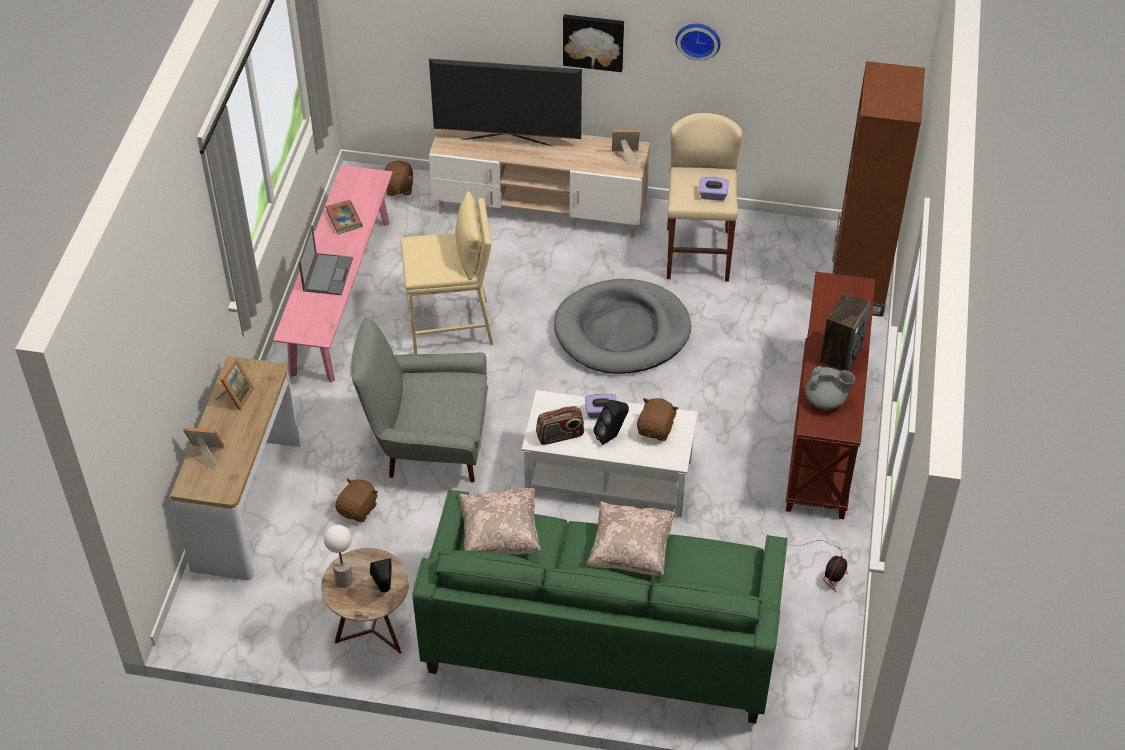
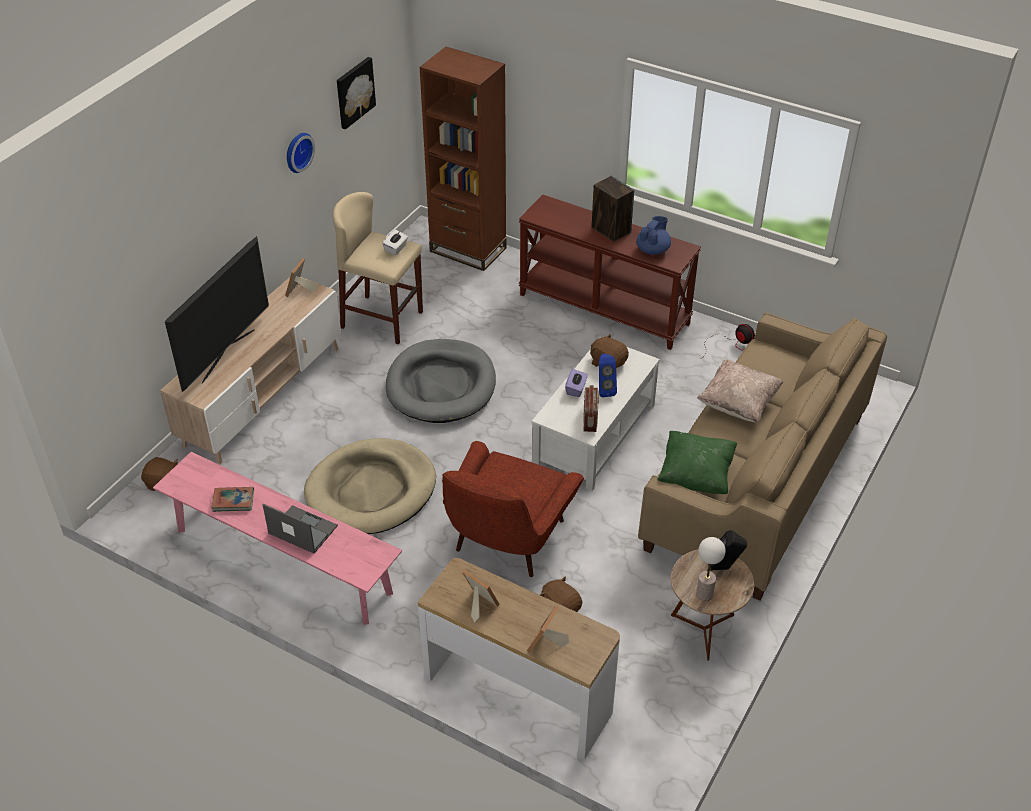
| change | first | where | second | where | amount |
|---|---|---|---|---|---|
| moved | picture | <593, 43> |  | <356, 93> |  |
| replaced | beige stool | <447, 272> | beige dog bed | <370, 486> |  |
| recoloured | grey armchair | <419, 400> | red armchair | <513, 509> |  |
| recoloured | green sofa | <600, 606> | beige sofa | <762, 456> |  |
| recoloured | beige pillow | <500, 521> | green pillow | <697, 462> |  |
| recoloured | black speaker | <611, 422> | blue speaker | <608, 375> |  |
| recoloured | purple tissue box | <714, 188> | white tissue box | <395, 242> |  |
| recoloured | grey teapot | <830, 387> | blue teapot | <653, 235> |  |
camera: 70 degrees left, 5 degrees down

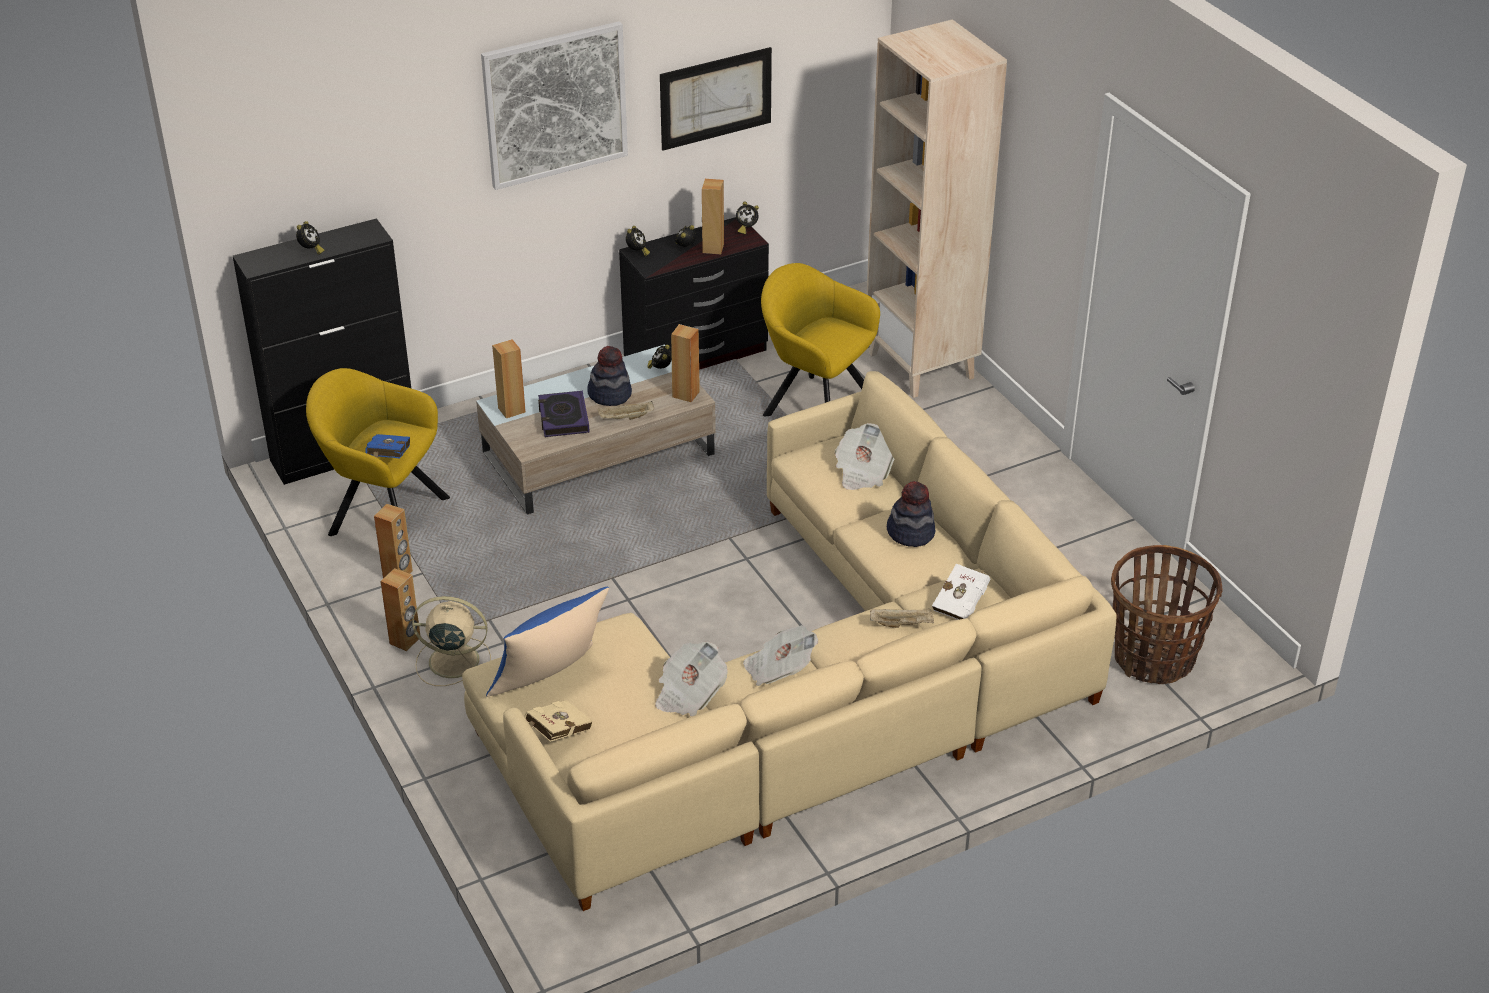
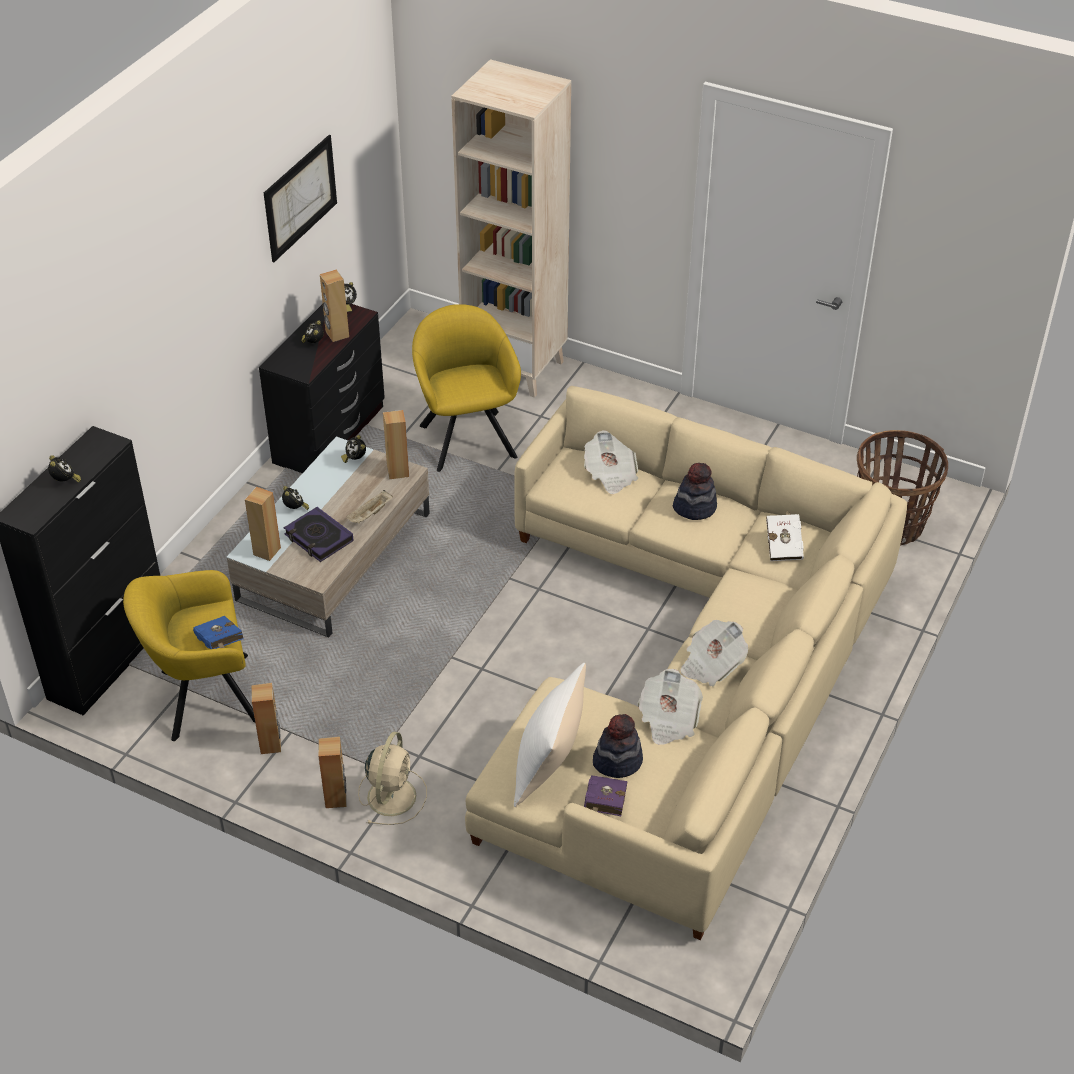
| change | first | where | second | where | amount |
|---|---|---|---|---|---|
| removed | picture | <554, 105> |  |  |  |
| removed | beige tray | <902, 618> |  |  |  |
| moved | hat | <609, 376> |  | <618, 746> |  |
| moved | alarm clock | <638, 241> |  | <295, 498> |  |
| recoloured | blue pillow | <547, 642> | white pillow | <550, 735> |  |
| recoloured | beige book | <558, 721> | purple book | <606, 795> |  |
| turned | beige fan | <451, 641> |  | <392, 778> | 135 degrees clockwise |
| turned | yellow armchair | <820, 339> |  | <466, 388> | 75 degrees clockwise |
camera: 35 degrees left, 5 degrees up

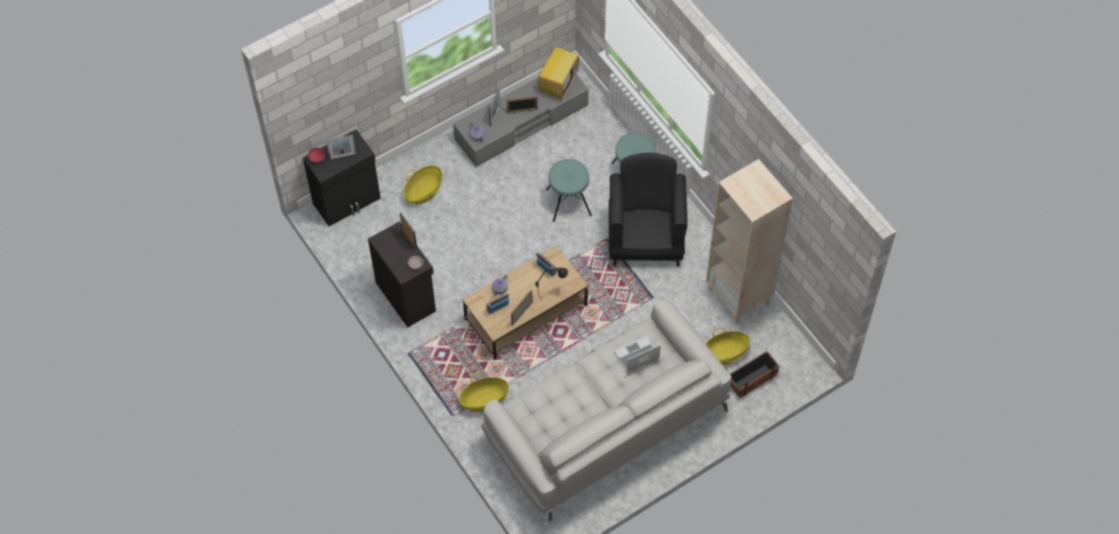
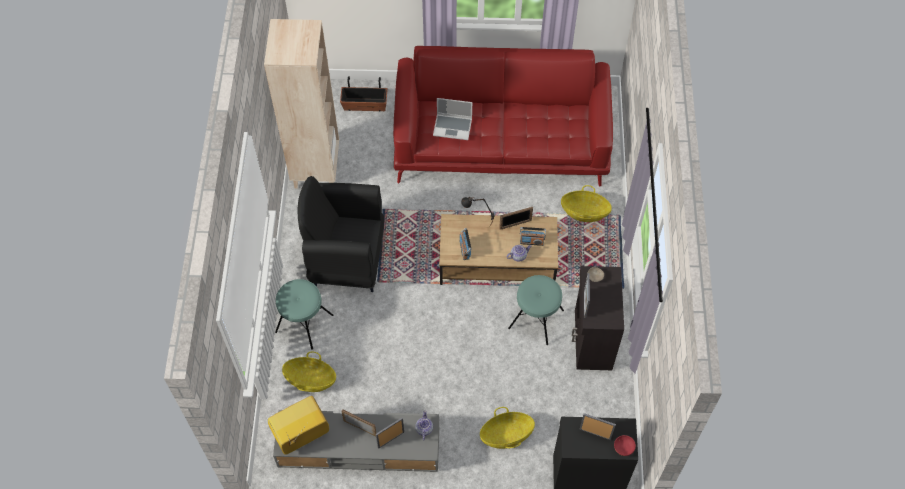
| change | first | where | second | where | amount |
|---|---|---|---|---|---|
| moved | turquoise stool | <569, 190> |  | <536, 310> |  |
| moved | basket | <728, 346> |  | <309, 371> |  |
| recoloured | white sofa | <606, 410> | red sofa | <503, 116> |  |
| turned | black armchair | <648, 209> |  | <340, 234> | 60 degrees clockwise |
camera: 145 degrees left, 0 degrees up

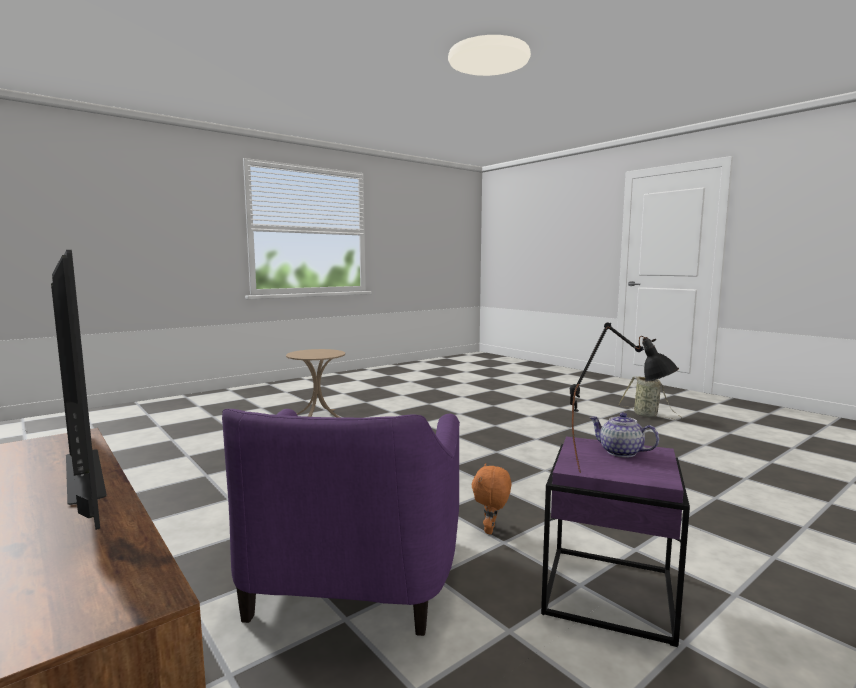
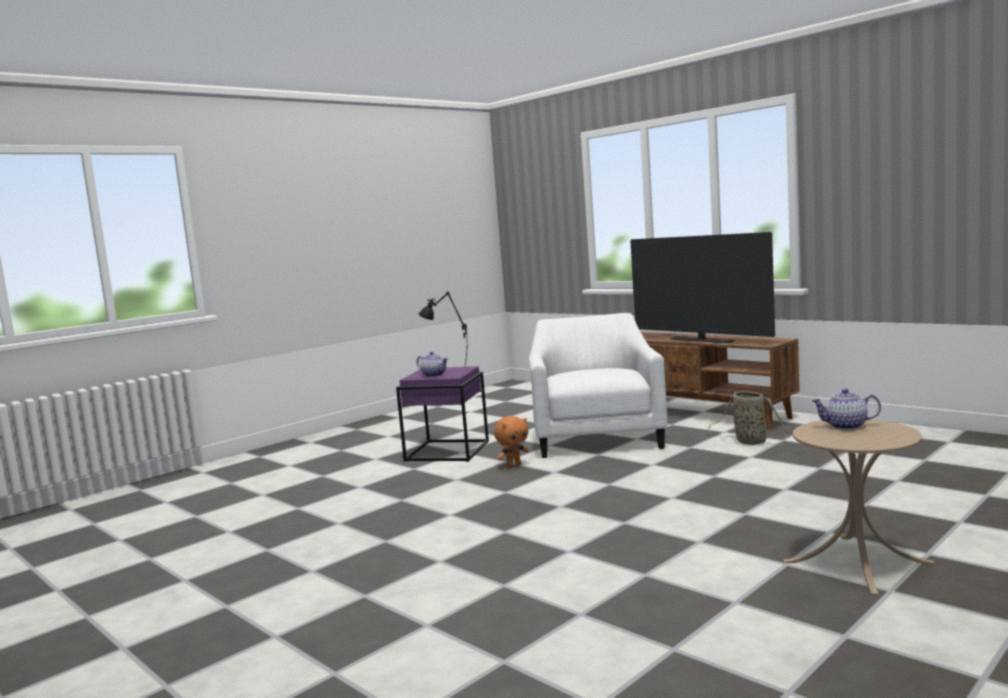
| change | first | where | second | where | amount |
|---|---|---|---|---|---|
| added |  |  | teapot | <846, 409> |  |
| moved | basket | <650, 398> |  | <748, 418> |  |
| recoloured | purple armchair | <341, 522> | white armchair | <598, 385> |  |
| turned | orange plush toy | <491, 498> |  | <511, 442> | 45 degrees clockwise |
camera: 175 degrees right, 0 degrees up

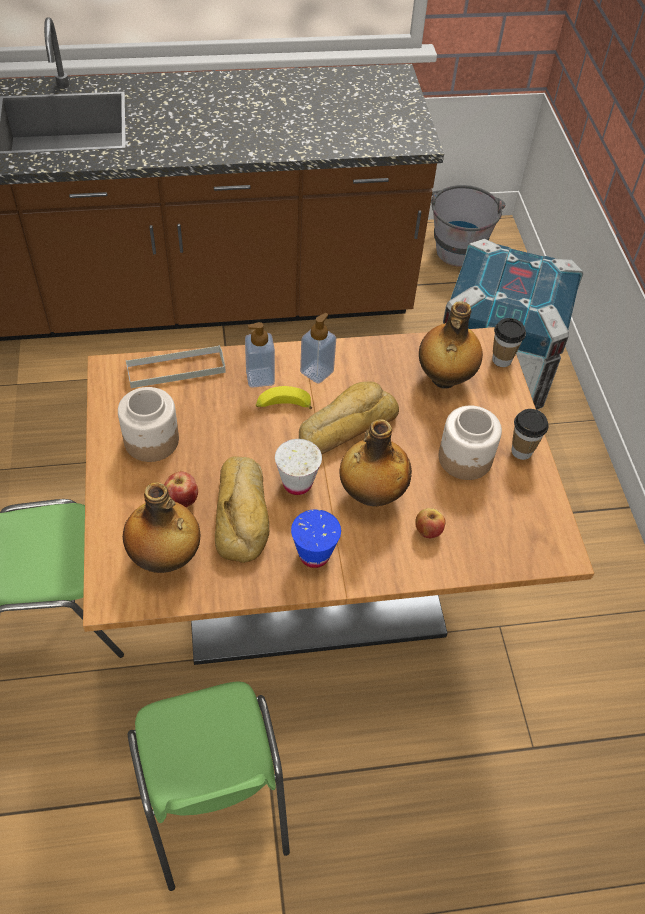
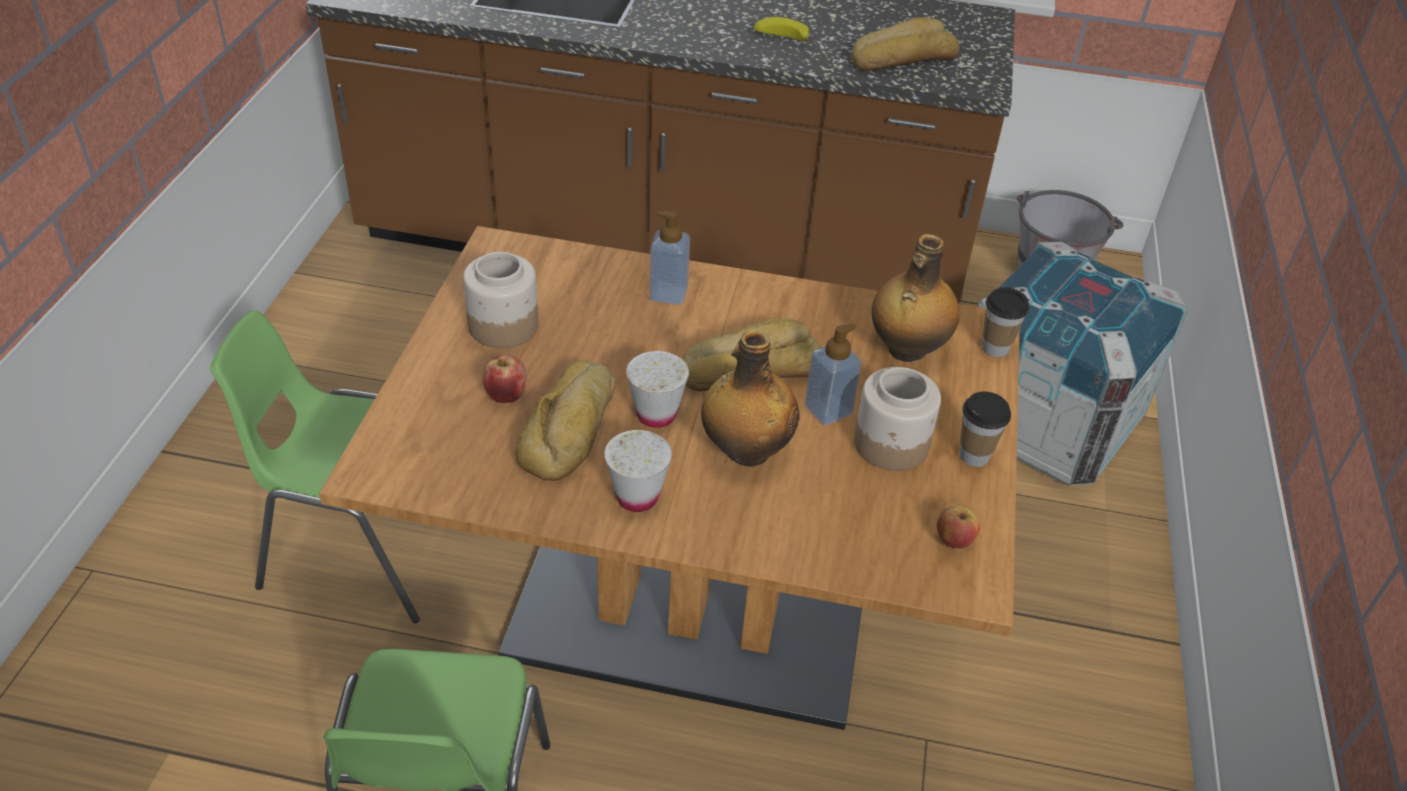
| change | first | where | second | where | amount |
|---|---|---|---|---|---|
| removed | bottle | <161, 527> |  |  |  |
| removed | grey tray | <176, 366> |  |  |  |
| added |  |  | bread | <905, 44> |  |
| moved | banana | <284, 397> |  | <780, 29> |  |
| moved | soap dispenser | <318, 348> |  | <833, 374> |  |
| moved | apple | <430, 523> |  | <958, 527> |  |
| recoloured | blue cup | <316, 538> | white cup | <638, 471> |  |
camera: 20 degrees right, 10 degrees down

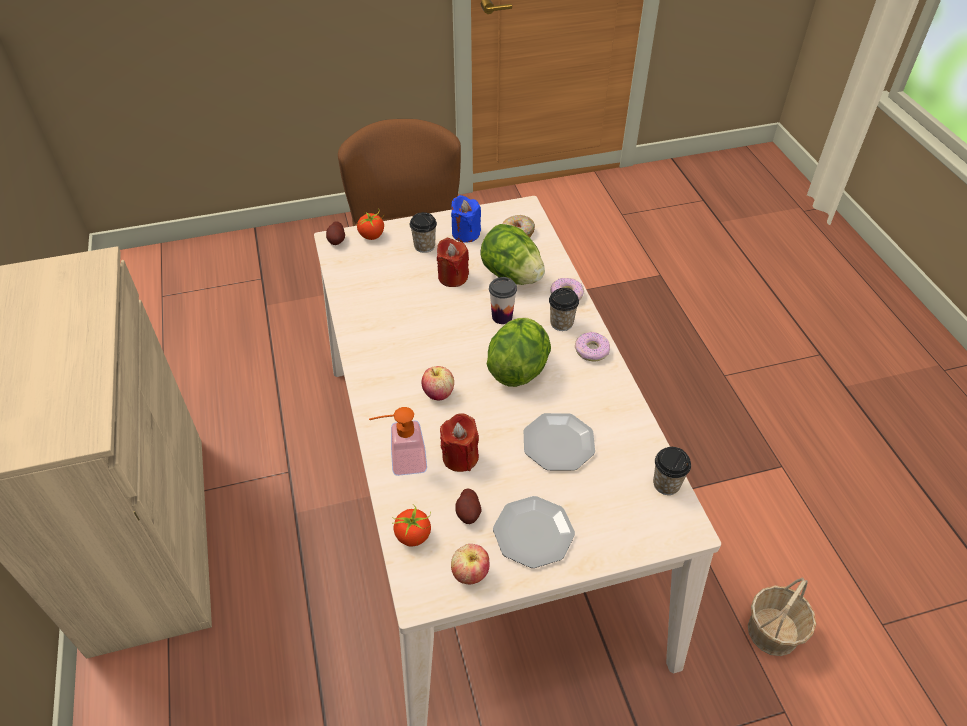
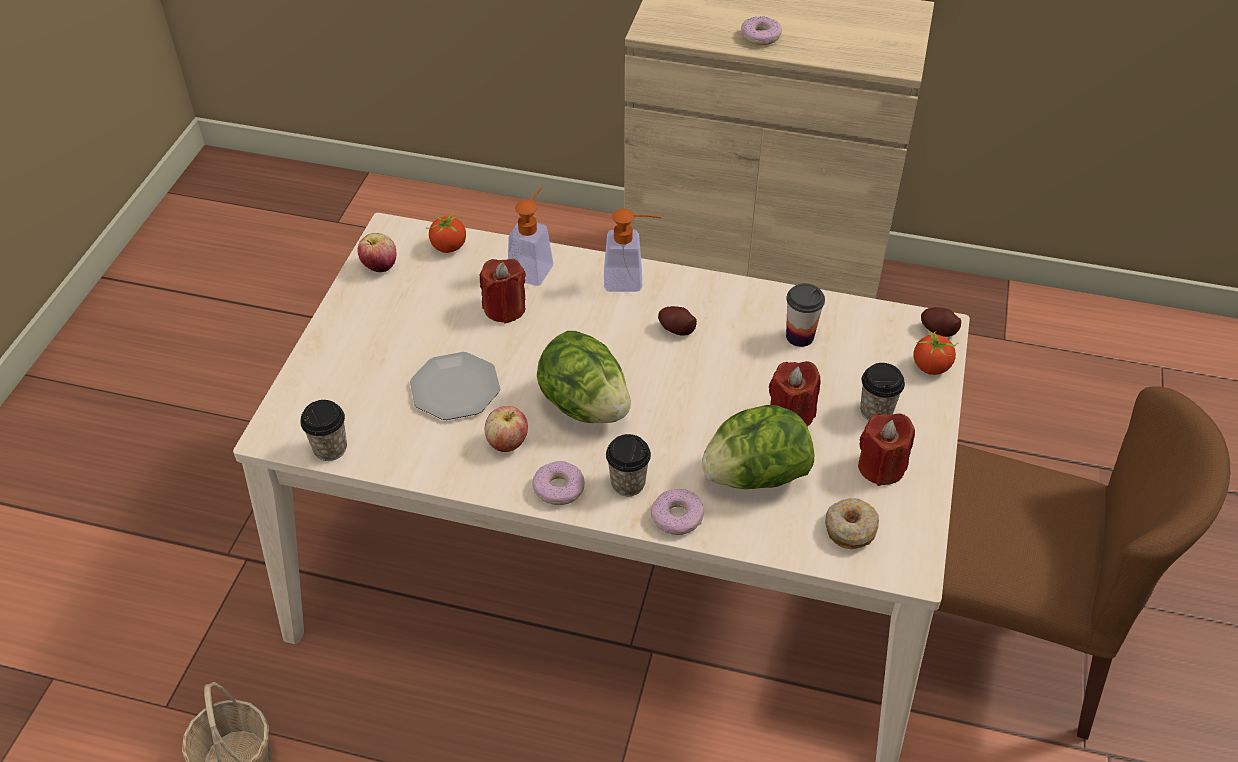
| change | first | where | second | where | amount |
|---|---|---|---|---|---|
| removed | plate | <534, 532> |  |  |  |
| added |  |  | soap dispenser | <632, 250> |  |
| added |  |  | donut | <761, 30> |  |
| moved | apple | <437, 383> |  | <506, 429> |  |
| moved | potato | <468, 506> |  | <677, 321> |  |
| moved | cup | <503, 300> |  | <805, 315> |  |
| recoloured | blue candle | <466, 219> | red candle | <886, 449> |  |
camera: 120 degrees right, 0 degrees up

